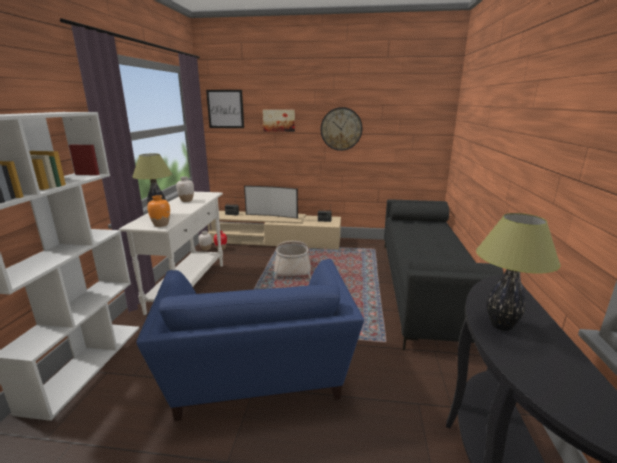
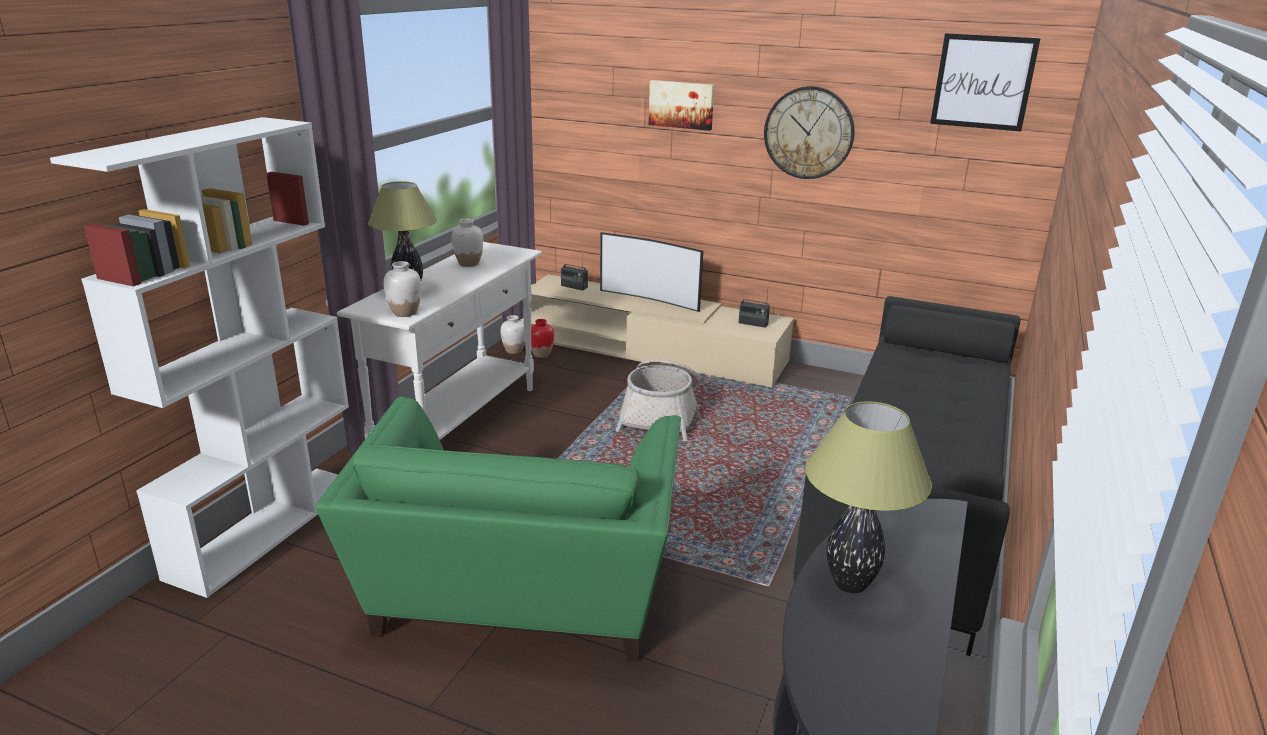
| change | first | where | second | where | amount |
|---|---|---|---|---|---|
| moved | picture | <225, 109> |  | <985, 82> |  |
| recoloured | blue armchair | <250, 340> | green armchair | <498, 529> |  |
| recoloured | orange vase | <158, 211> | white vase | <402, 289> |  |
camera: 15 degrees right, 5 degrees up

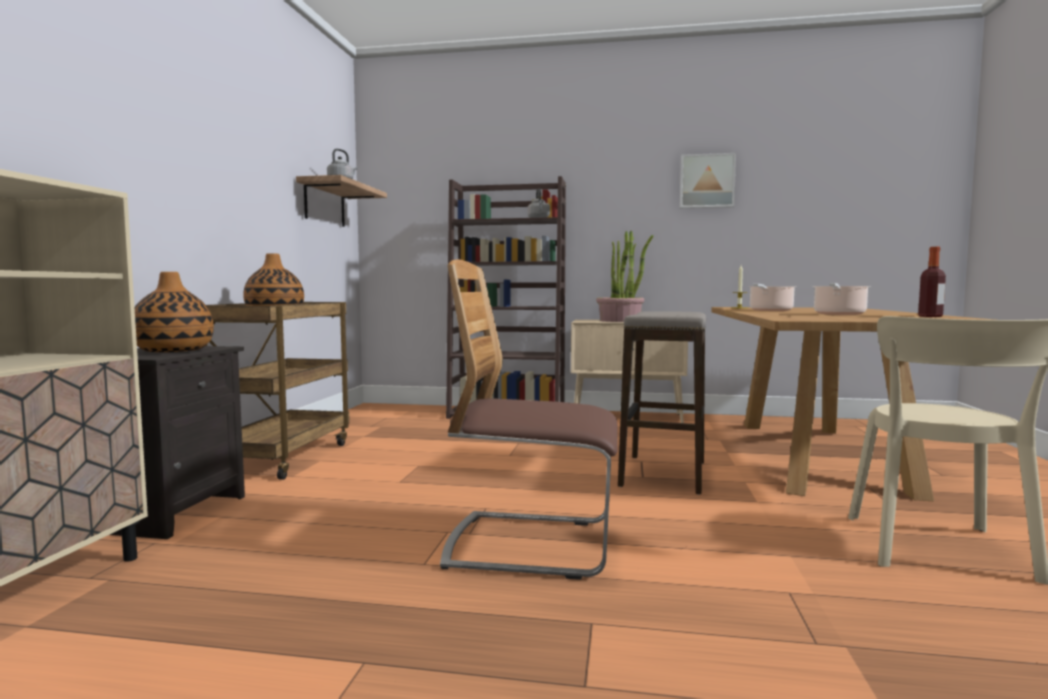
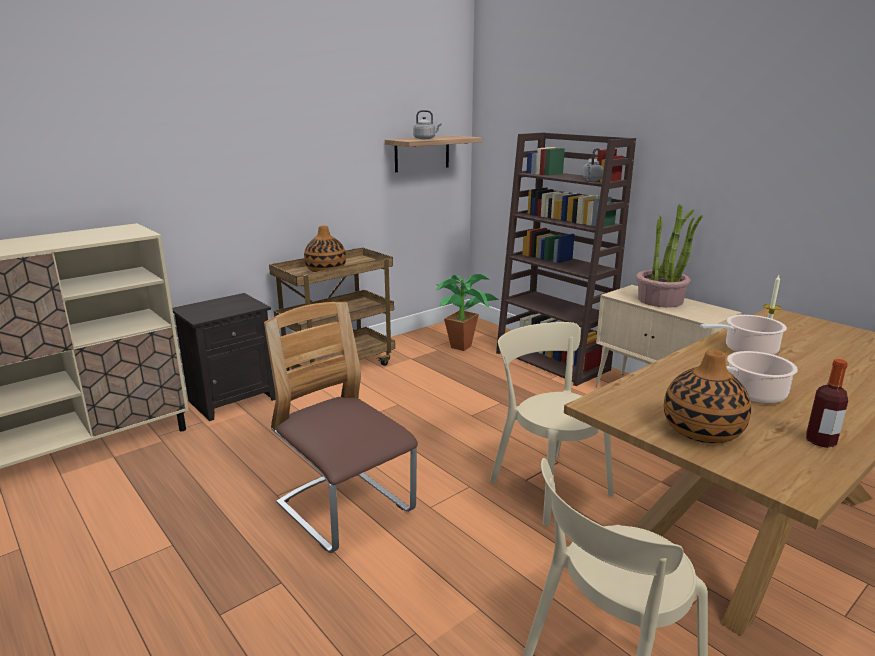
| change | first | where | second | where | amount |
|---|---|---|---|---|---|
| removed | picture | <708, 180> |  |  |  |
| added |  |  | potted plant | <467, 312> |  |
| moved | vase | <174, 312> |  | <707, 396> |  |
| replaced | stool | <662, 403> | beige chair | <552, 424> |  |
camera: 40 degrees right, 15 degrees up

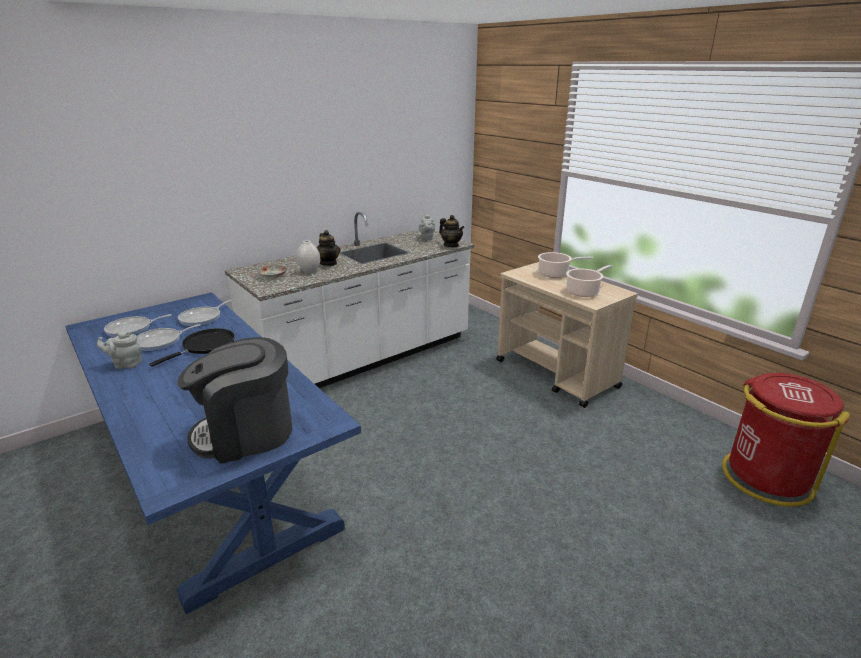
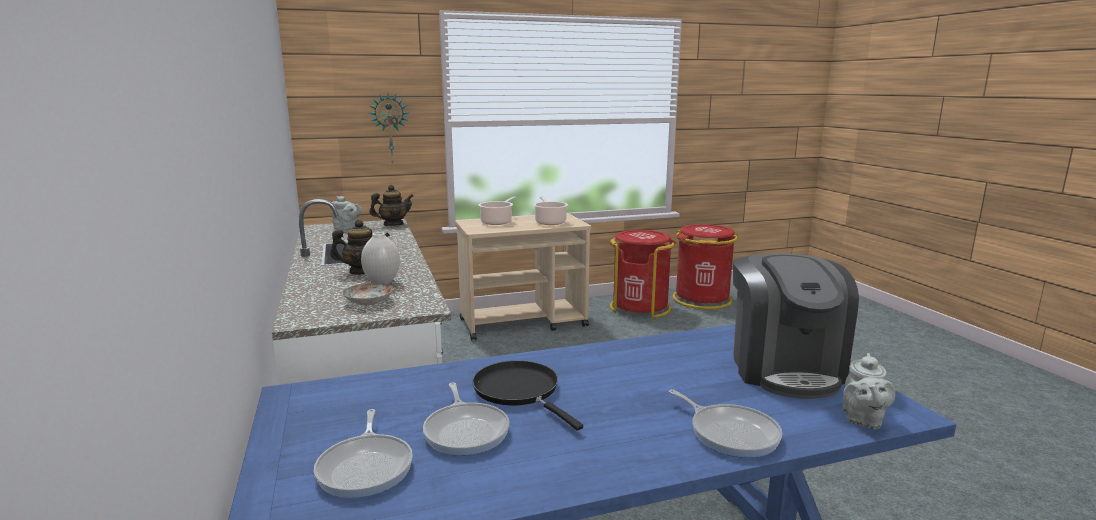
| change | first | where | second | where | amount |
|---|---|---|---|---|---|
| added |  |  | wall clock | <388, 129> |  |
| added |  |  | red trash can | <643, 274> |  |
| moved | grey teapot | <119, 350> |  | <868, 391> |  |
| moved | frying pan | <205, 313> |  | <725, 423> |  |
camera: 70 degrees left, 10 degrees down

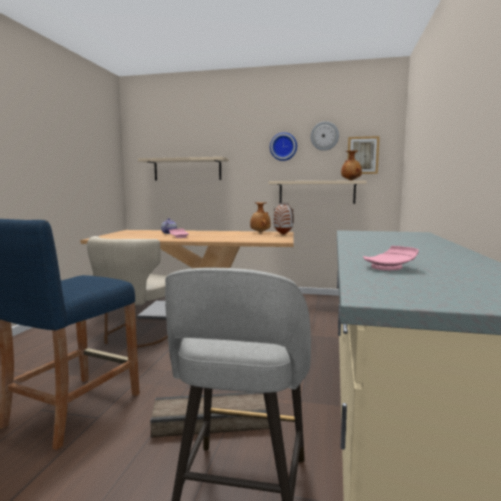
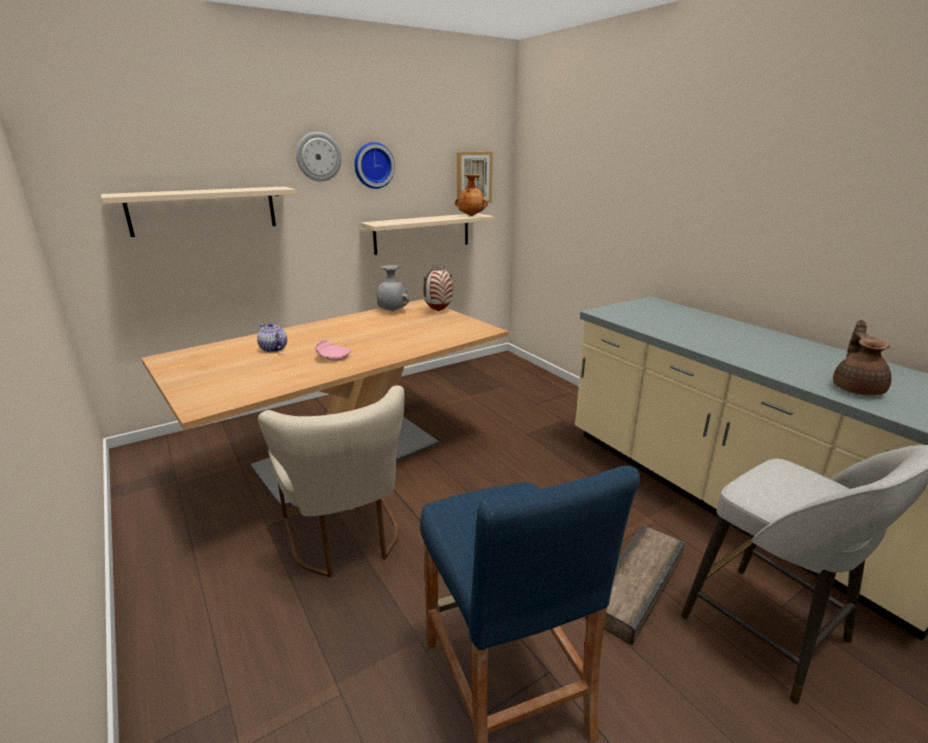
| change | first | where | second | where | amount |
|---|---|---|---|---|---|
| moved | wall clock | <325, 136> |  | <318, 157> |  |
| replaced | pink plate | <391, 258> | brown teapot | <862, 357> |  |
| recoloured | brown vase | <260, 217> | grey vase | <392, 288> |  |
camera: 45 degrees left, 15 degrees up

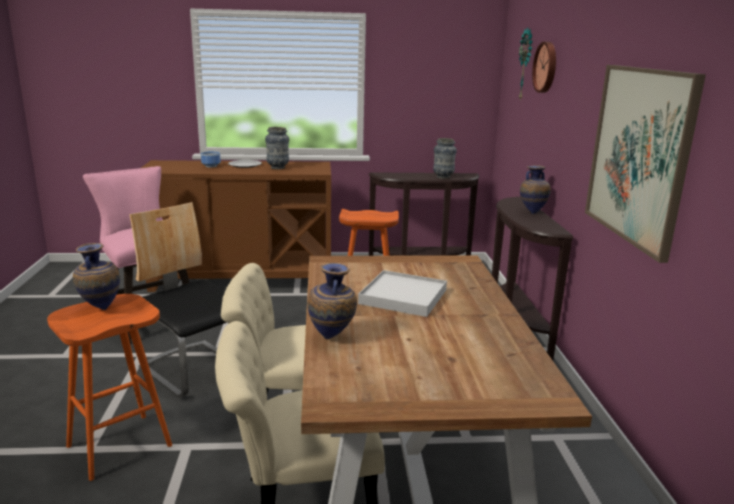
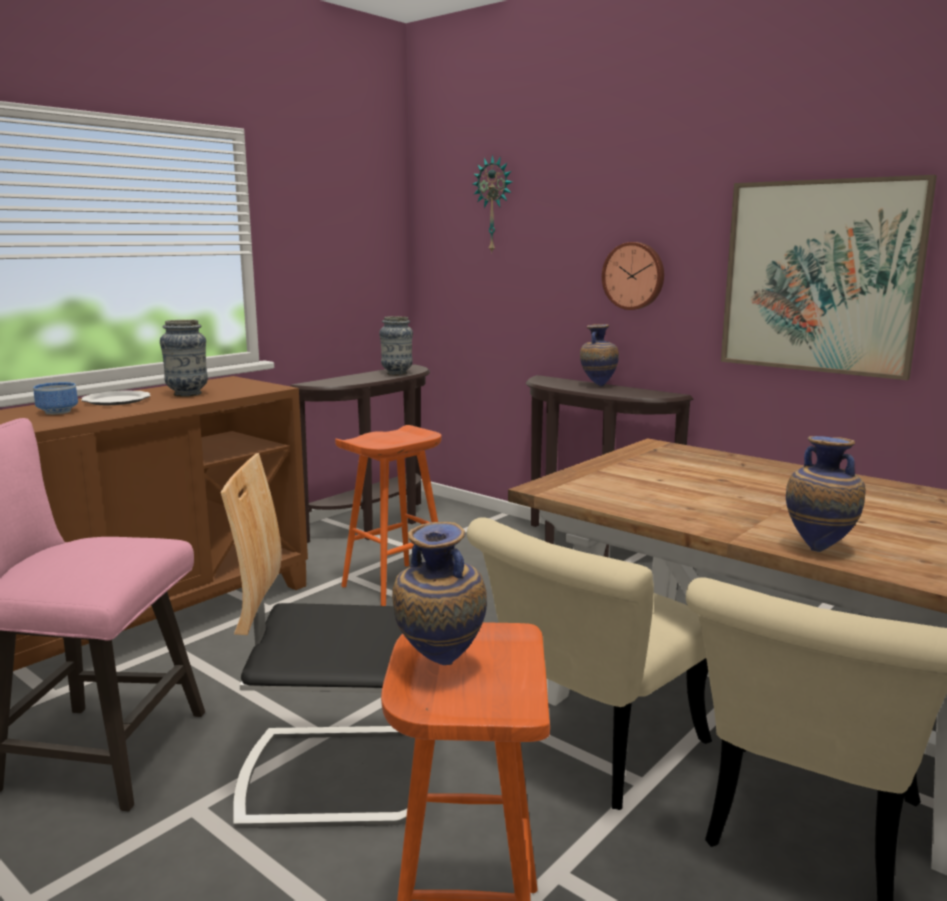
| change | first | where | second | where | amount |
|---|---|---|---|---|---|
| removed | white tray | <402, 293> |  |  |  |
| moved | wall clock | <544, 67> |  | <633, 276> |  |
camera: 45 degrees left, 5 degrees down

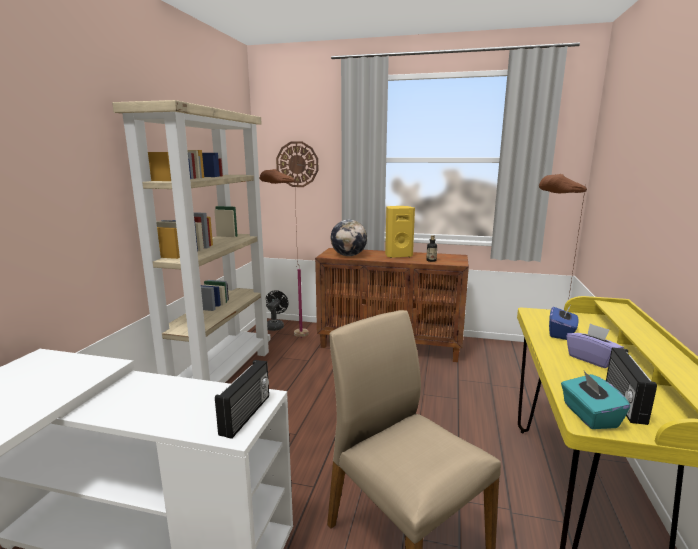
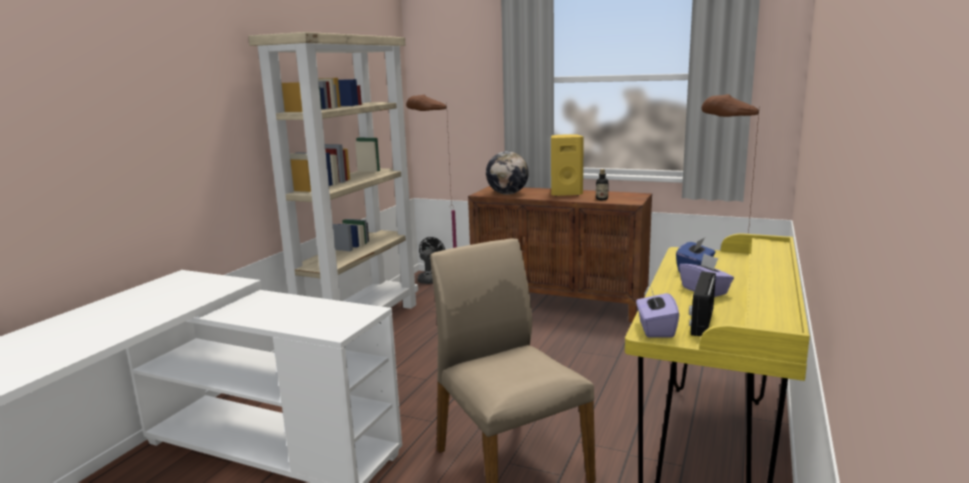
| change | first | where | second | where | amount |
|---|---|---|---|---|---|
| removed | radio | <242, 399> |  |  |  |
| removed | wall clock | <297, 164> |  |  |  |
| recoloured | turquoise tissue box | <595, 400> | purple tissue box | <657, 313> |  |
camera: 10 degrees right, 0 degrees up

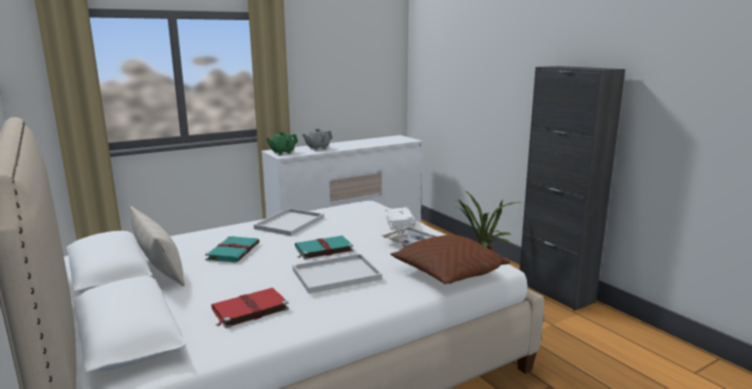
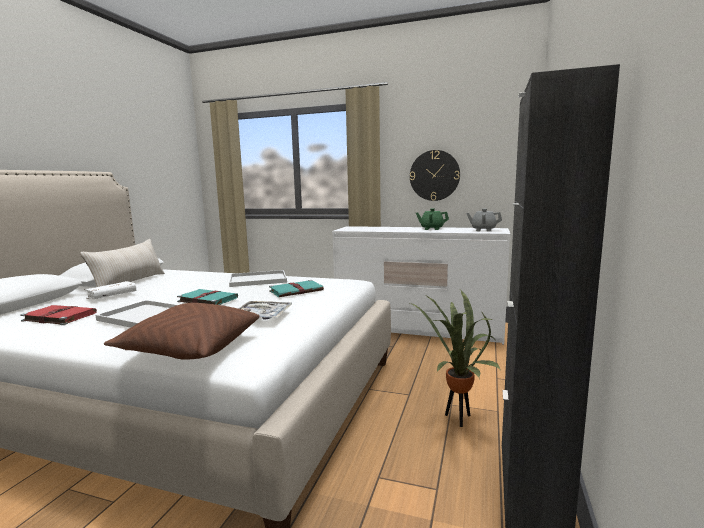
| change | first | where | second | where | amount |
|---|---|---|---|---|---|
| added |  |  | wall clock | <435, 175> |  |
| moved | turquoise book | <232, 249> |  | <296, 288> |  |
| moved | green teapot | <282, 143> |  | <432, 219> |  |
| moved | grey teapot | <317, 139> |  | <484, 220> |  |
| moved | white book | <400, 218> |  | <111, 290> |  |
camera: 50 degrees right, 5 degrees down

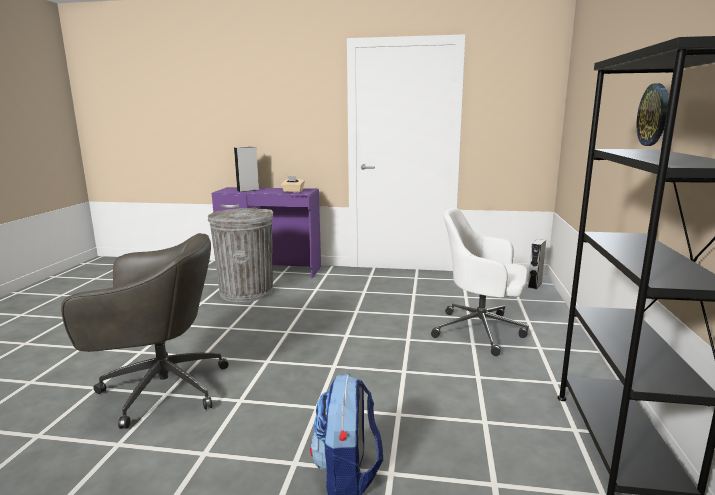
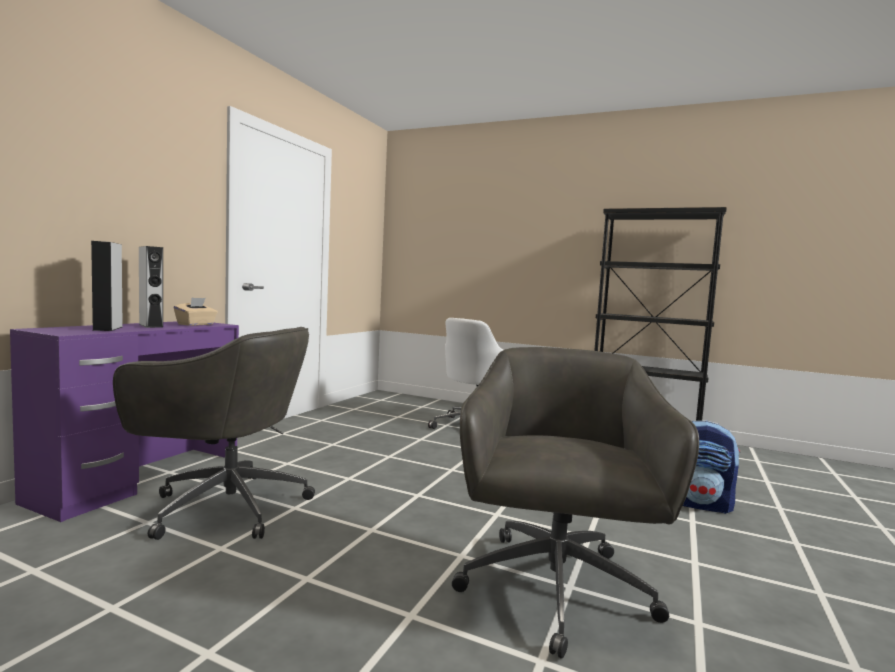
| change | first | where | second | where | amount |
|---|---|---|---|---|---|
| removed | wall clock | <652, 114> |  |  |  |
| moved | grey speaker | <537, 264> |  | <151, 287> |  |
| replaced | grey trash can | <240, 255> | grey office chair | <214, 433> |  |
camera: 75 degrees left, 10 degrees down

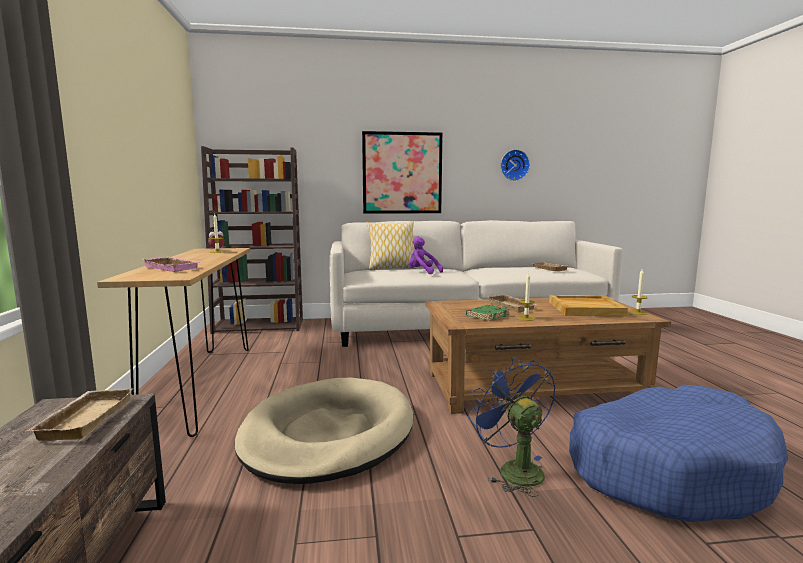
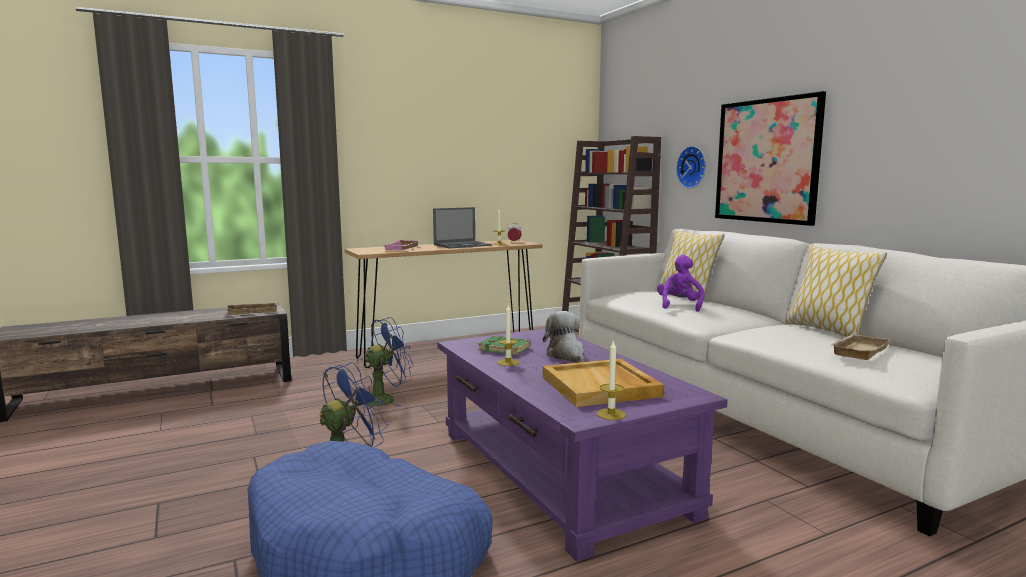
| change | first | where | second | where | amount |
|---|---|---|---|---|---|
| added |  |  | laptop | <462, 228> |  |
| added |  |  | pillow | <836, 290> |  |
| moved | wall clock | <515, 165> |  | <691, 167> |  |
| replaced | beige dog bed | <323, 431> | blue fan | <389, 362> |  |
| replaced | beige tray | <512, 303> | plush toy | <564, 337> |  |
| recoloured | brown coffee table | <548, 356> | purple coffee table | <582, 445> |  |
camera: 70 degrees right, 0 degrees up

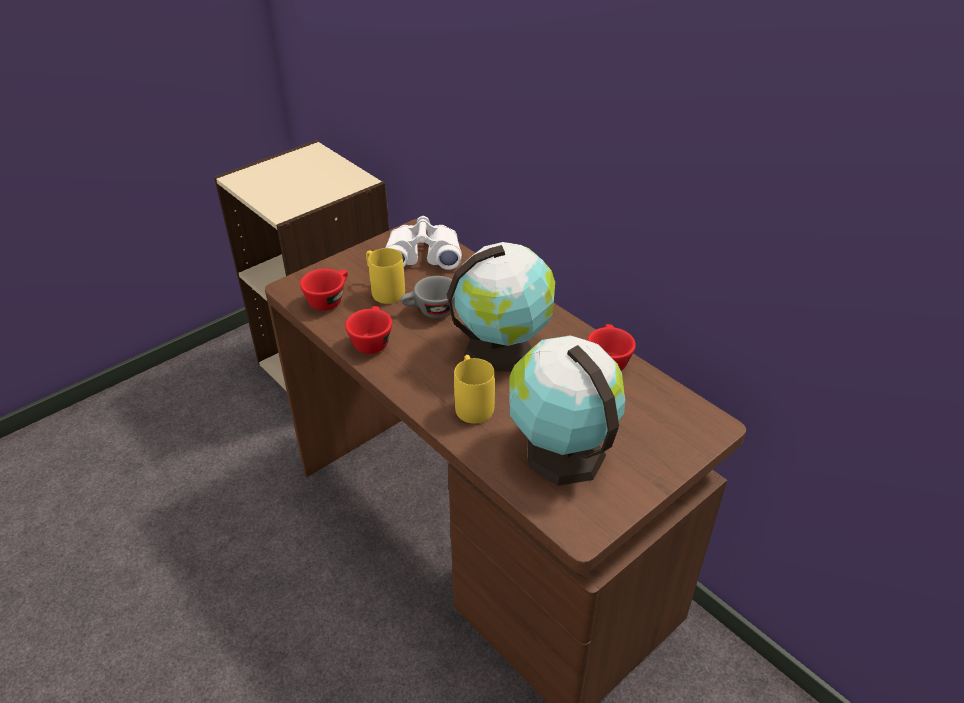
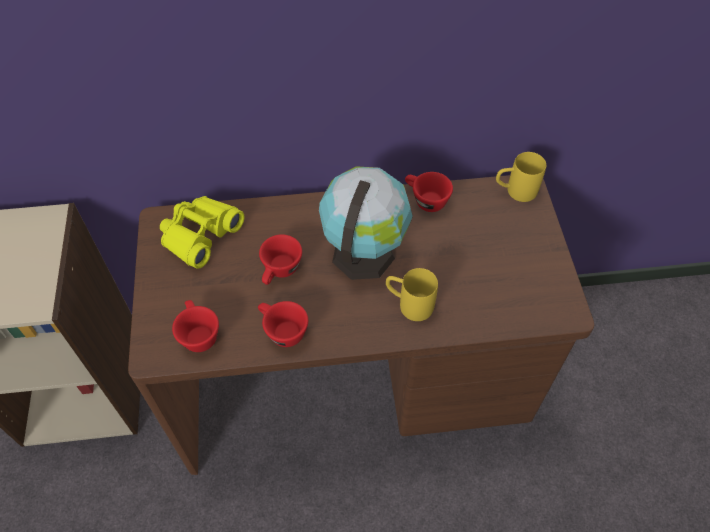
| change | first | where | second | where | amount |
|---|---|---|---|---|---|
| removed | globe | <567, 411> |  |  |  |
| moved | yellow mug | <385, 276> |  | <521, 177> |  |
| recoloured | white binoculars | <423, 243> | yellow binoculars | <202, 232> |  |
| recoloured | grey cup | <428, 297> | red cup | <280, 259> |  |
camera: 55 degrees left, 15 degrees up

